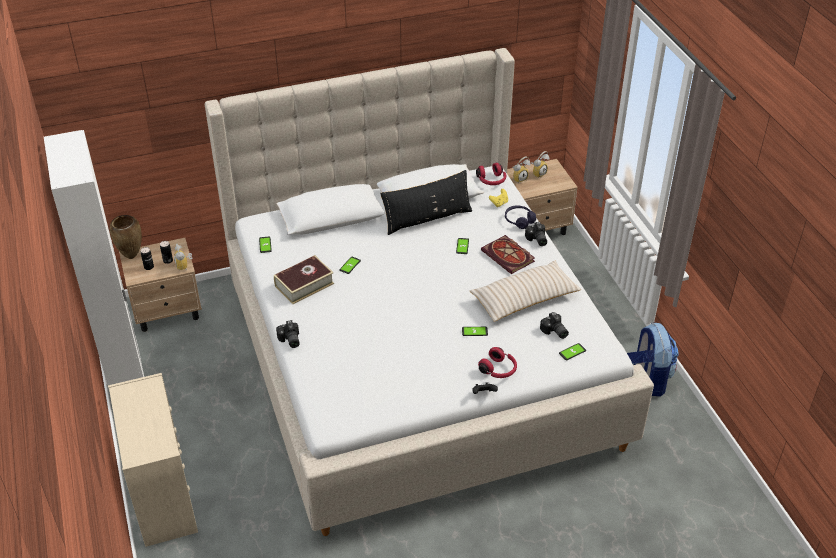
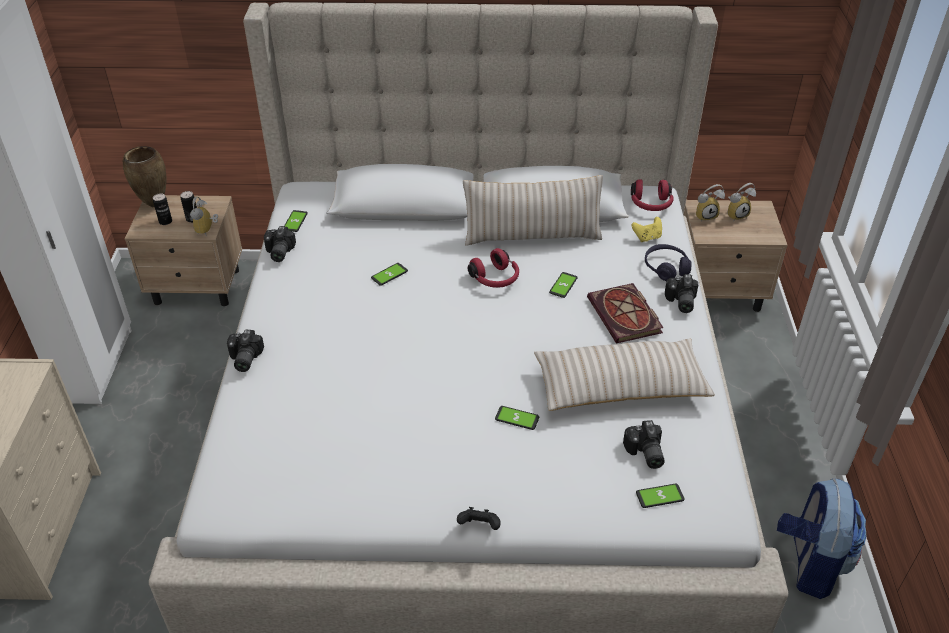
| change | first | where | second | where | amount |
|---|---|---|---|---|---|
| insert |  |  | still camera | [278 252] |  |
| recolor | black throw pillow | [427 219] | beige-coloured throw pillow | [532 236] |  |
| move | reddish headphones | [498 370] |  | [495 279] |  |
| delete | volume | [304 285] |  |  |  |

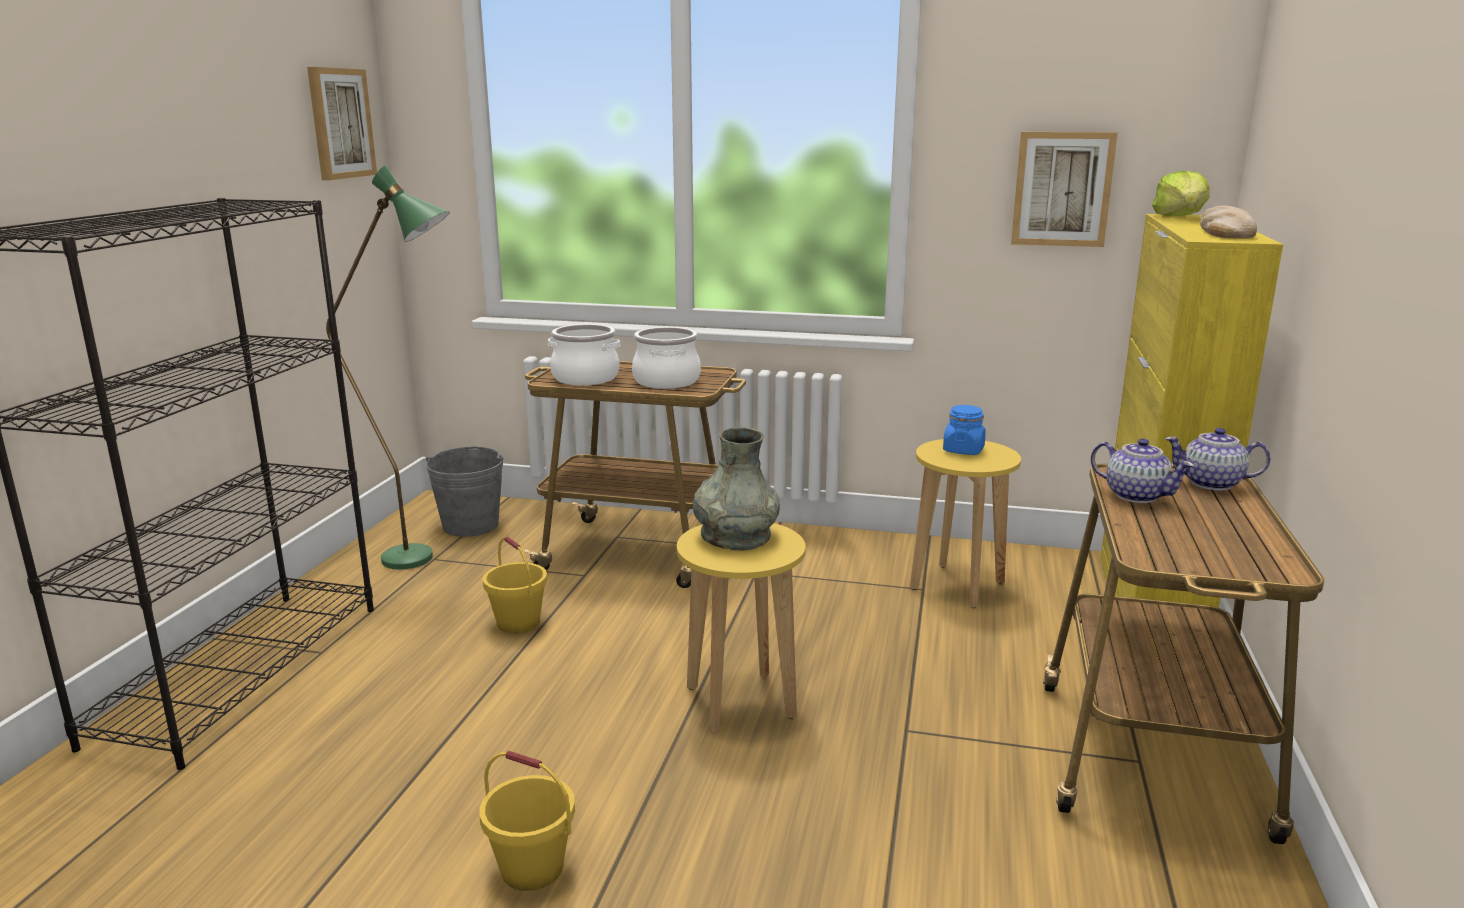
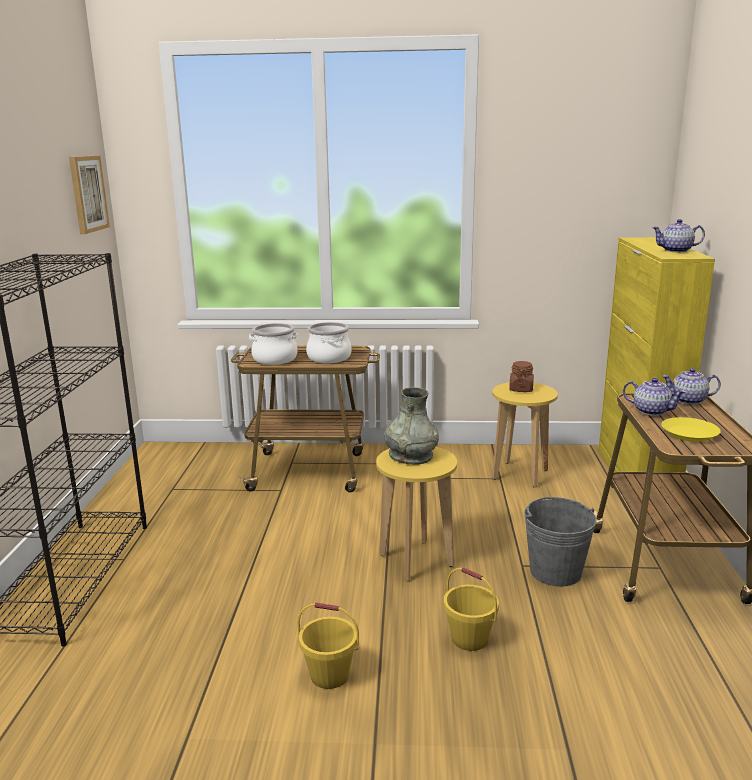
| change | first | where | second | where | amount |
|---|---|---|---|---|---|
| move | yellow bucket | [519 623] |  | [470 639] |  |
| recolor | blue jar | [963 450] | brown jar | [521 389] |  |
| move | gray bucket | [470 525] |  | [555 572] |  |
| replace | bread | [1225 232] | tea pot | [676 250] |  |
| insert |  |  | yellow plate | [689 434] |  |
| delete | greenish standing lamp | [425 559] |  |  |  |
| delete | wall picture | [1062 189] |  |  |  |
| delete | lettuce | [1180 217] |  |  |  |

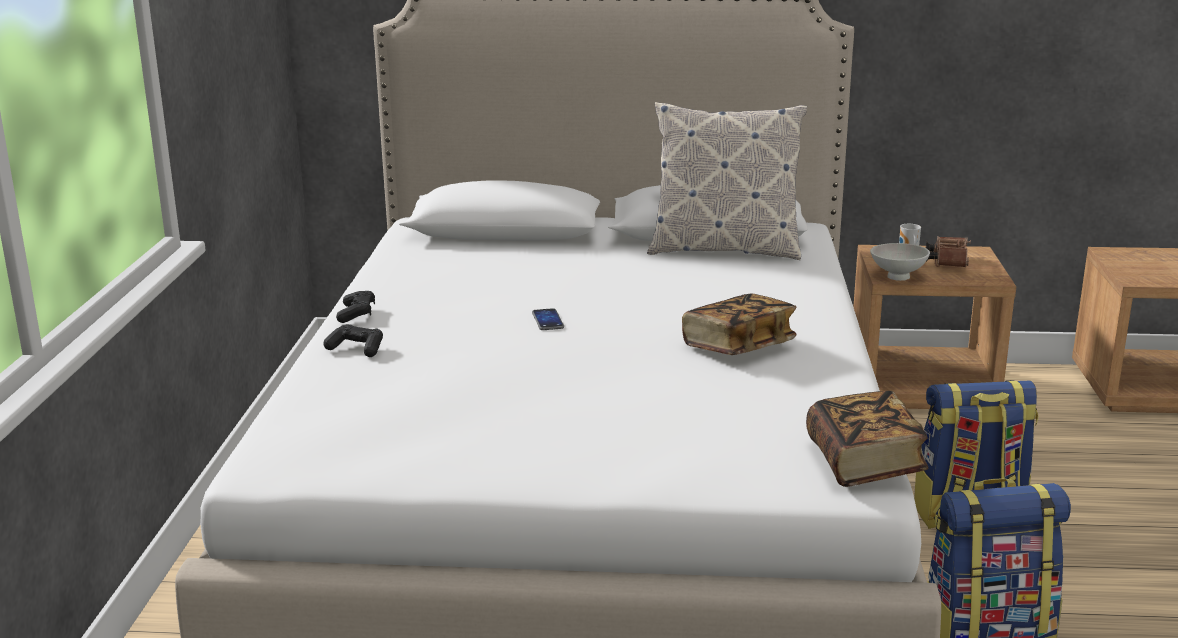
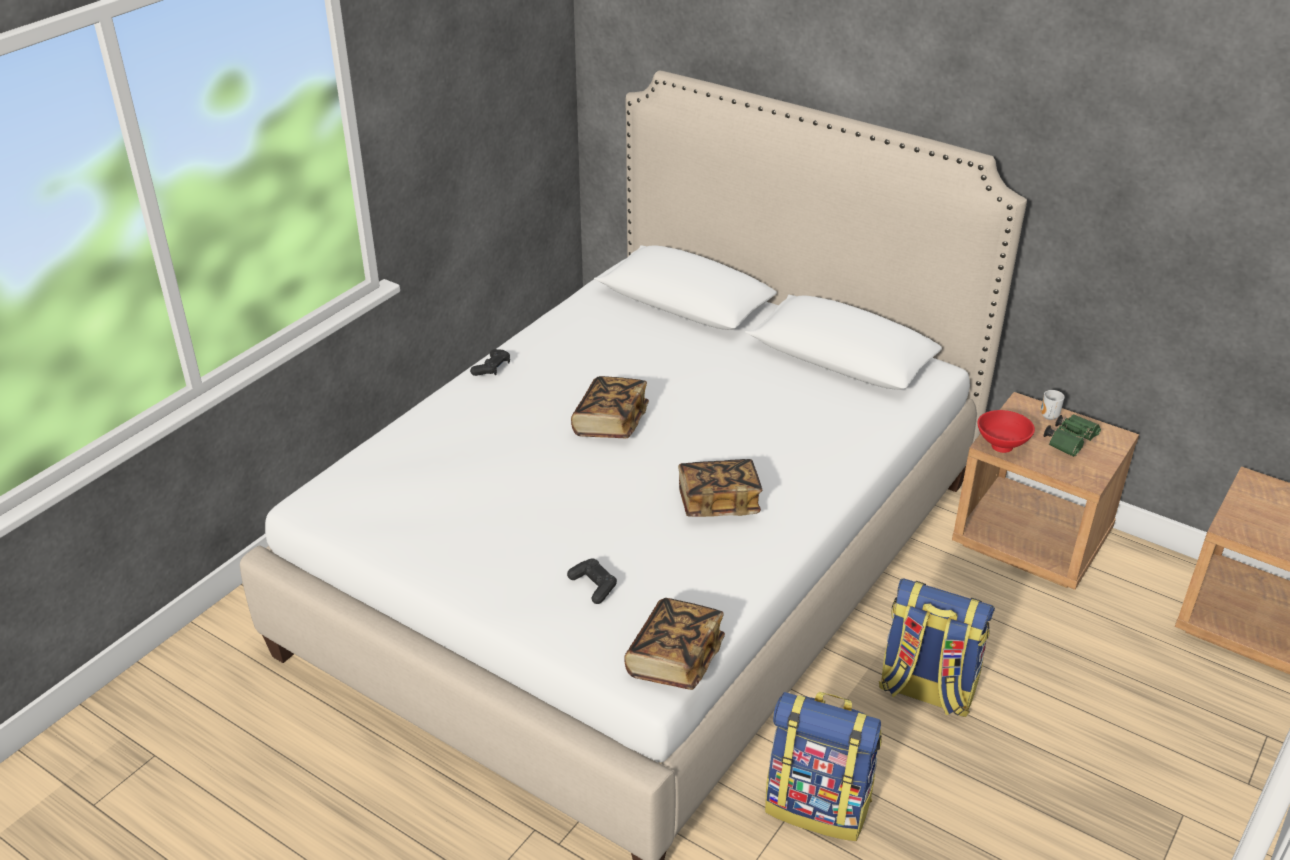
| change | first | where | second | where | amount |
|---|---|---|---|---|---|
| move | black joypad | [356 349] |  | [593 586] |  |
| replace | telephone | [548 320] | volume | [610 423] |  |
| recolor | white-coloured serving bowl | [896 277] | reddish serving bowl | [1000 446] |  |
| recolor | brown field glasses | [947 262] | greenish field glasses | [1070 442] |  |
| delete | throw pillow | [724 249] |  |  |  |

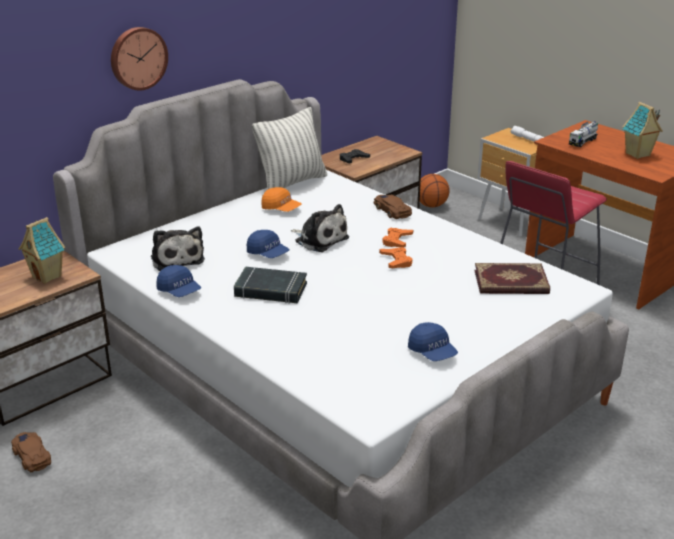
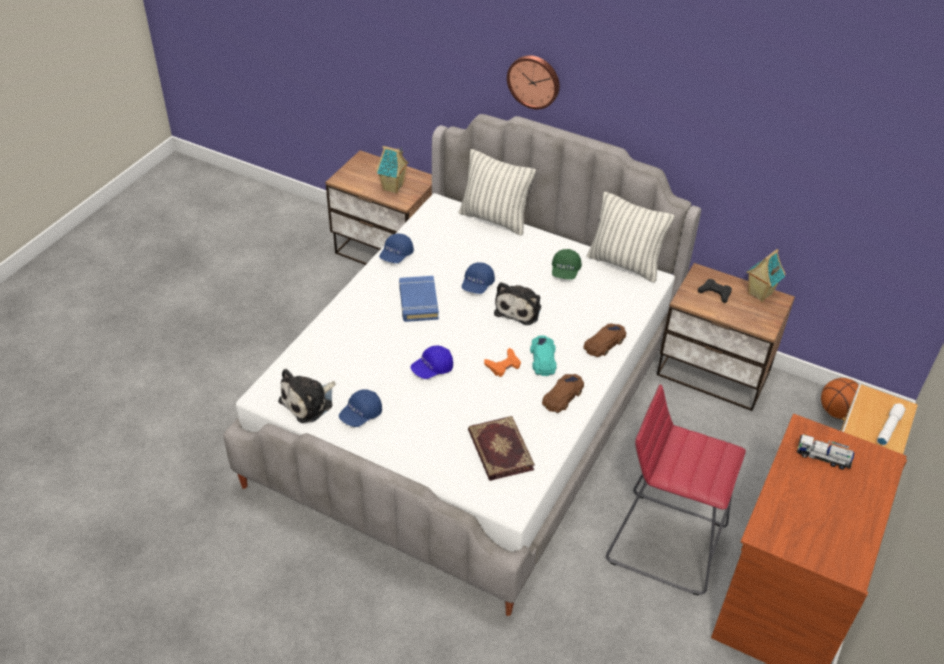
| change | first | where | second | where | amount |
|---|---|---|---|---|---|
| move | soft toy | [176 259] |  | [309 402] |  |
| recolor | black volume | [270 290] | blue volume | [418 302] |  |
| insert |  |  | blue cap | [432 369] |  |
| insert |  |  | throw pillow | [494 219] |  |
| replace | orangey joypad | [397 241] | turquoise-coloured miniature car | [543 358] |  |
| move | brown miniature car | [31 455] |  | [563 396] |  |
| recolor | orangey cap | [281 209] | greenish cap | [565 271] |  |
| move | model house | [638 155] |  | [759 294] |  |

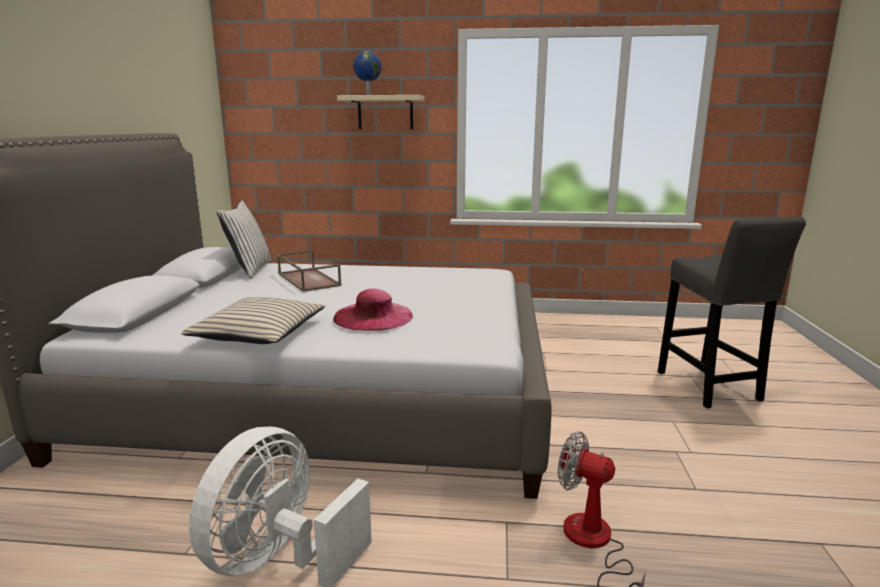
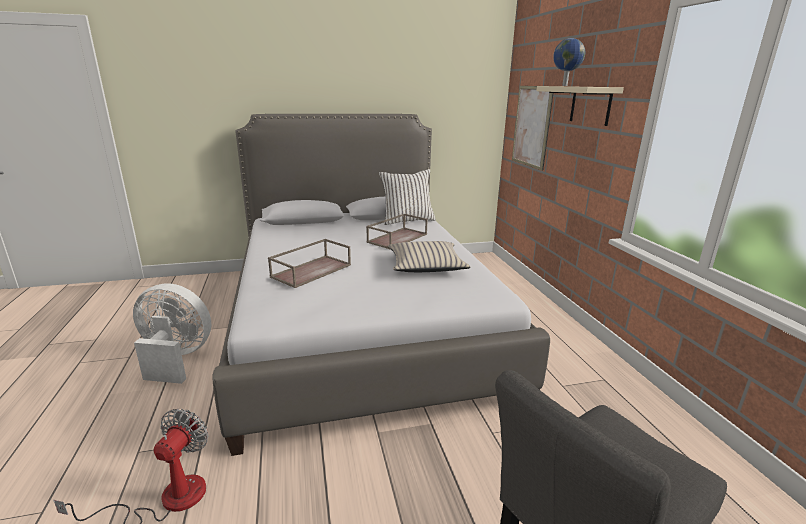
| change | first | where | second | where | amount |
|---|---|---|---|---|---|
| replace | pink-coloured hat | [373 316] | brown serving tray | [311 270] |  |
| move | beige-coloured throw pillow | [258 333] |  | [425 265] |  |
| insert |  |  | wall picture | [531 126] |  |

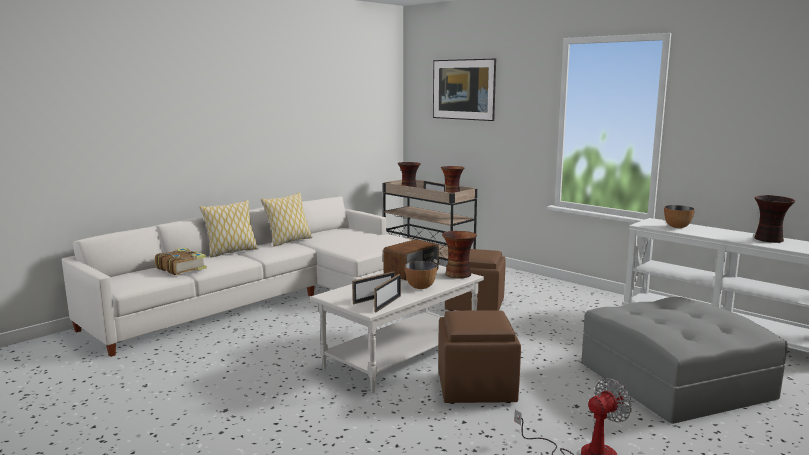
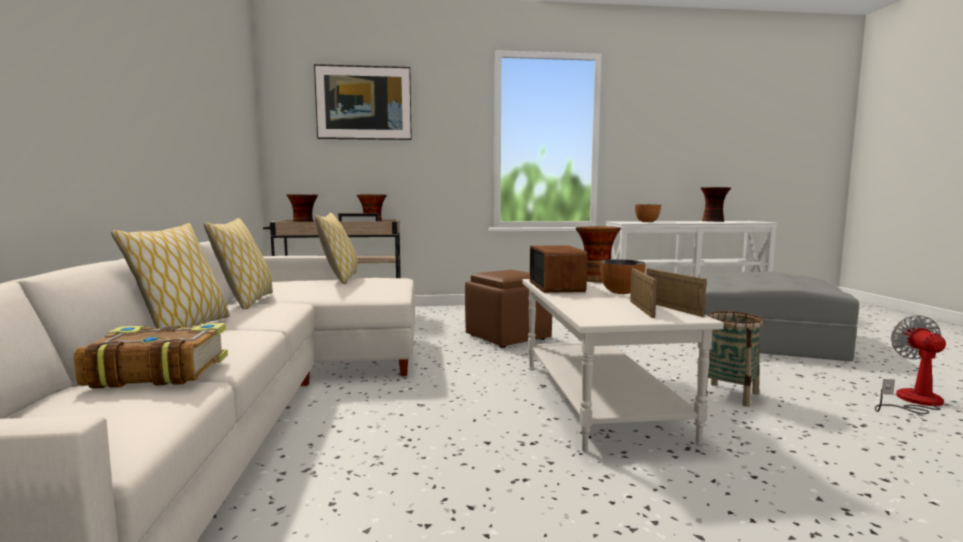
| change | first | where | second | where | amount |
|---|---|---|---|---|---|
| insert |  |  | throw pillow | [339 279] |  |
| replace | brown footrest | [477 388] | household basket | [729 394] |  |

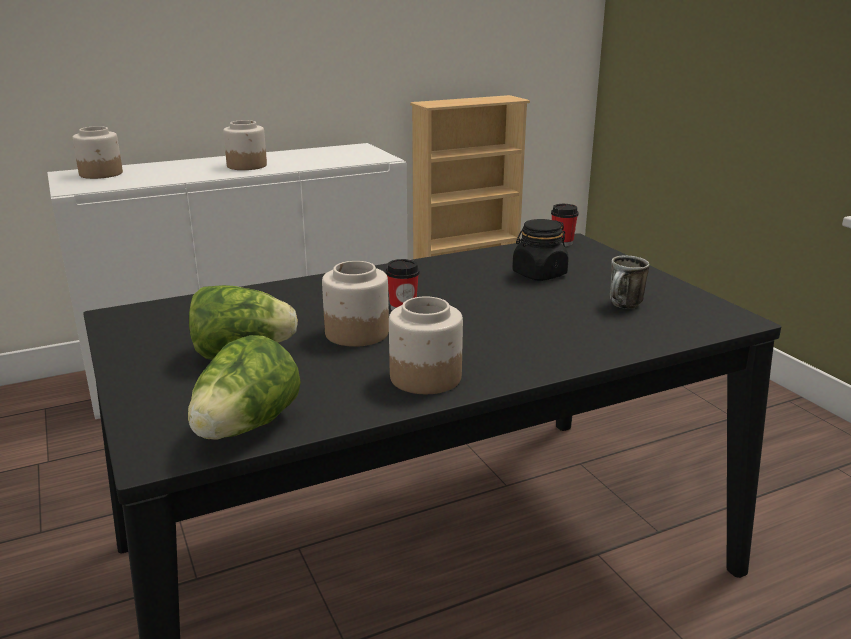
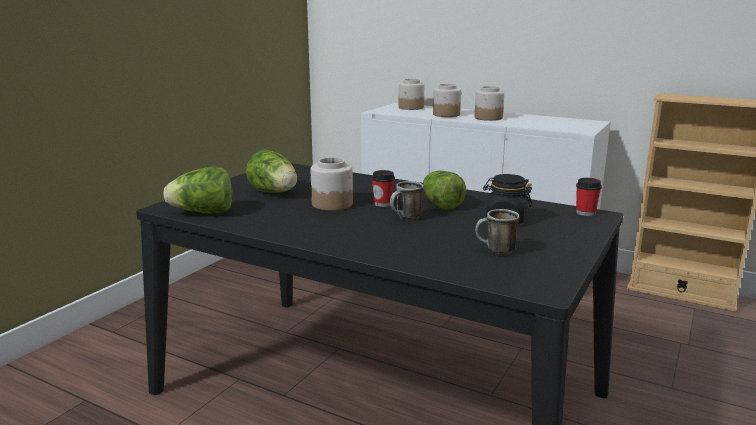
| change | first | where | second | where | amount |
|---|---|---|---|---|---|
| insert |  |  | mug | [406 218] |  |
| insert |  |  | lettuce | [440 204] |  |
| move | jar | [424 377] |  | [446 114] |  |

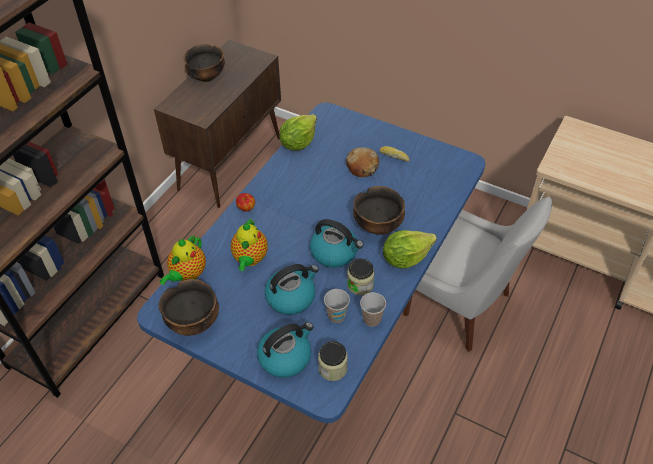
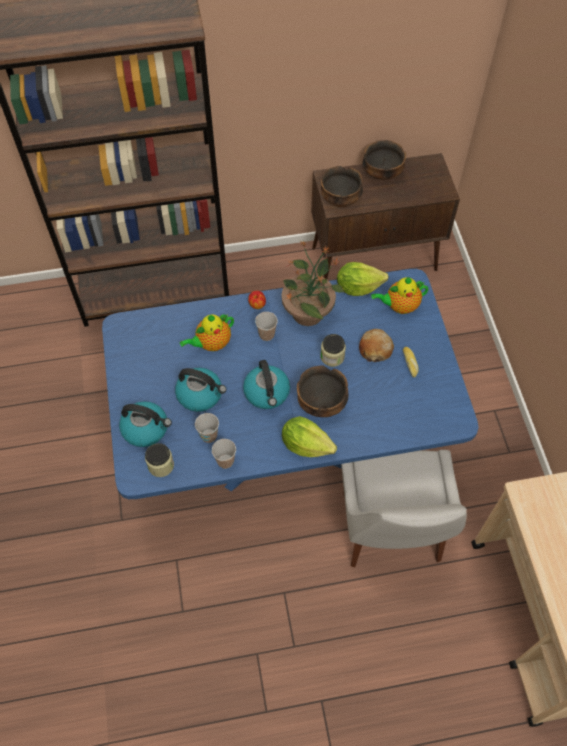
| change | first | where | second | where | amount |
|---|---|---|---|---|---|
| insert |  |  | cup | [266 335] |  |
| insert |  |  | potted plant | [308 312] |  |
| move | jar | [360 285] |  | [332 356] |  |
| move | serving bowl | [194 322] |  | [341 200] |  |
| move | tea pot | [187 275] |  | [399 306] |  |

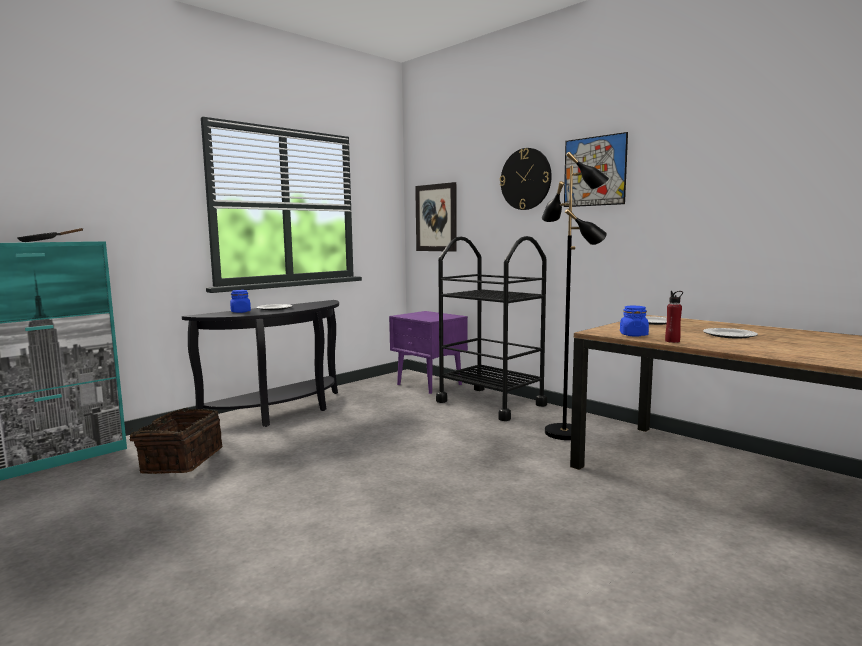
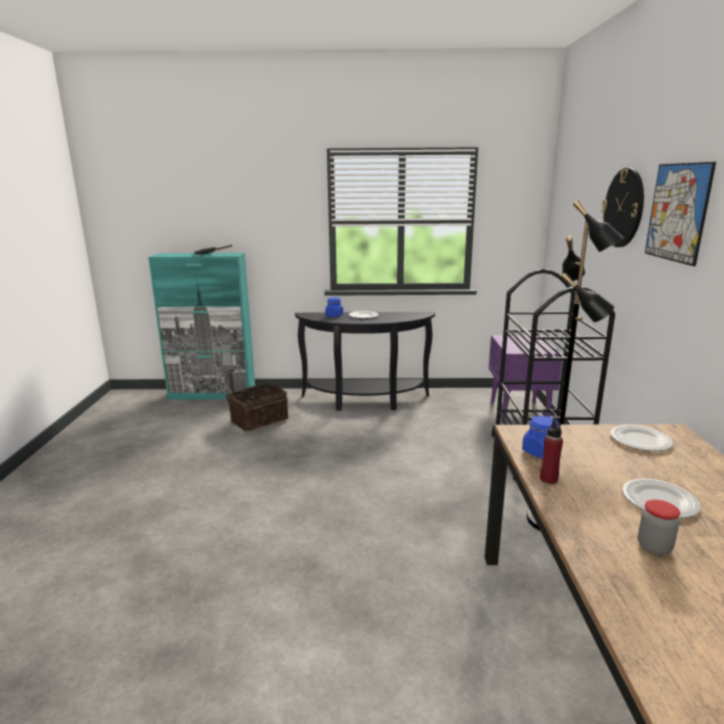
| change | first | where | second | where | amount |
|---|---|---|---|---|---|
| insert |  |  | jar | [654 547] |  |
| delete | wall picture | [436 218] |  |  |  |

